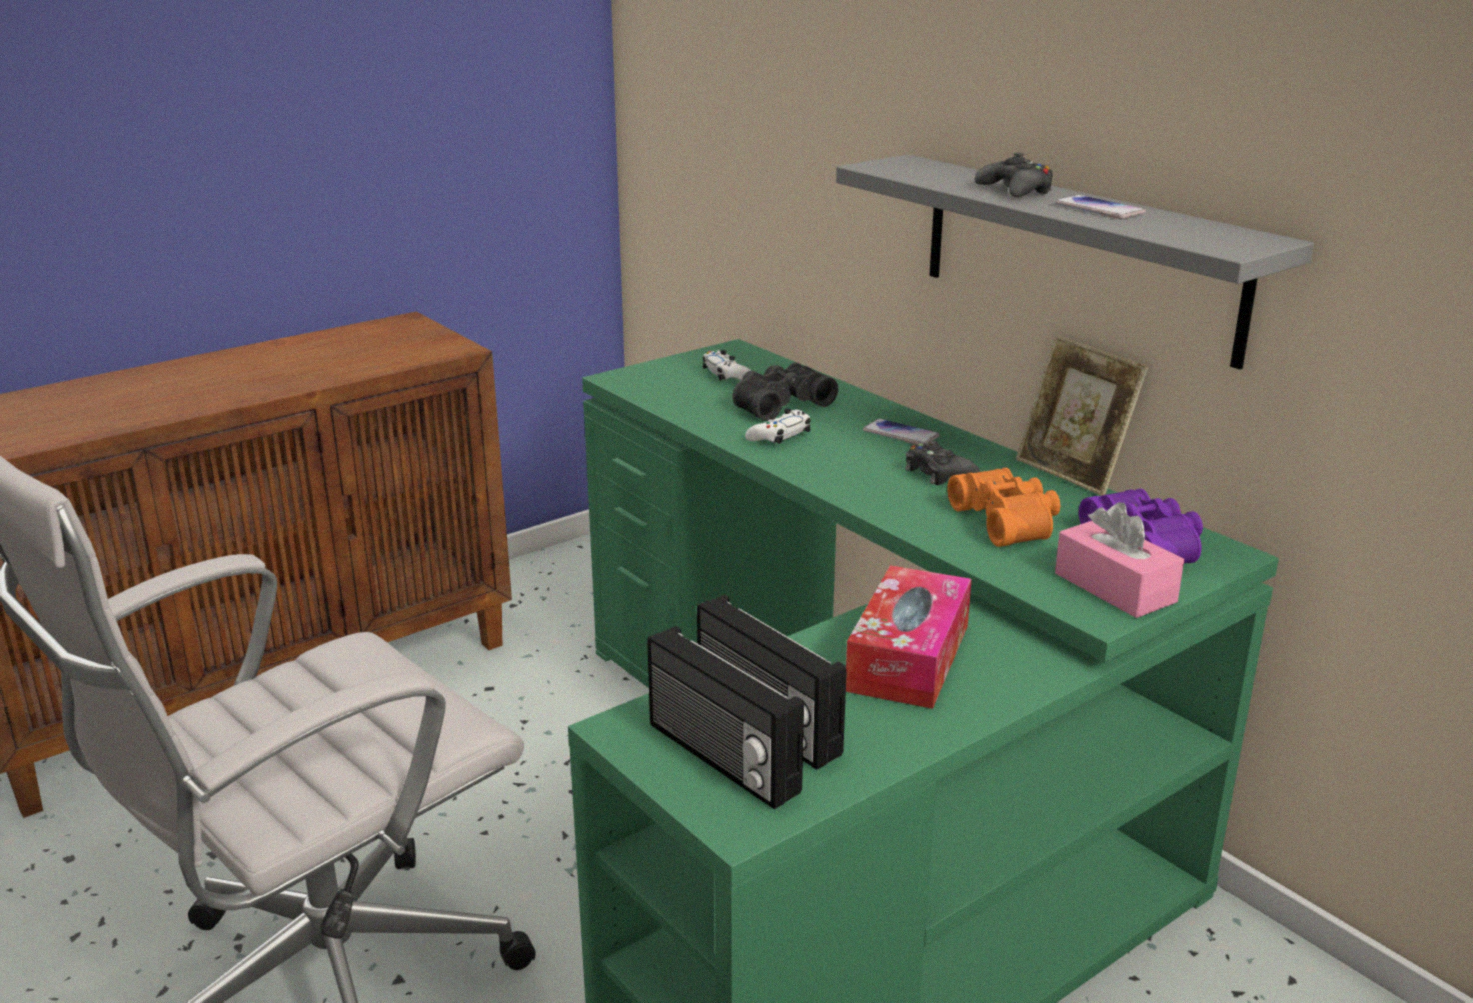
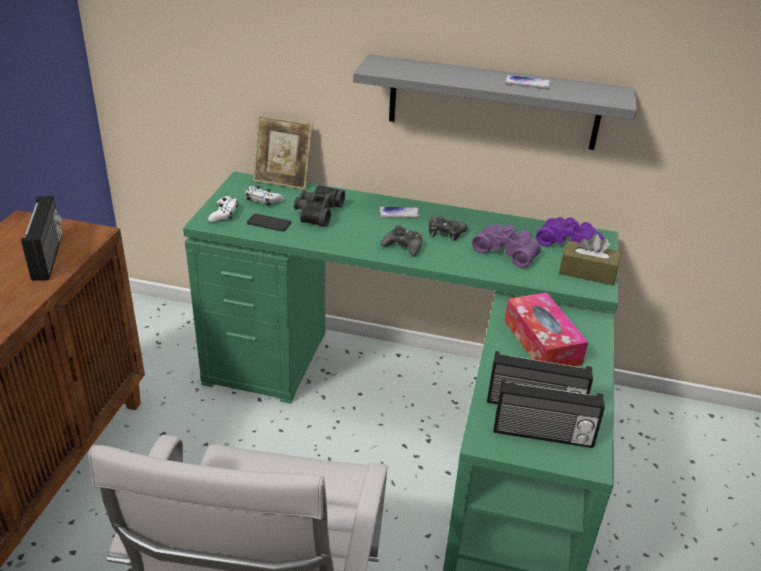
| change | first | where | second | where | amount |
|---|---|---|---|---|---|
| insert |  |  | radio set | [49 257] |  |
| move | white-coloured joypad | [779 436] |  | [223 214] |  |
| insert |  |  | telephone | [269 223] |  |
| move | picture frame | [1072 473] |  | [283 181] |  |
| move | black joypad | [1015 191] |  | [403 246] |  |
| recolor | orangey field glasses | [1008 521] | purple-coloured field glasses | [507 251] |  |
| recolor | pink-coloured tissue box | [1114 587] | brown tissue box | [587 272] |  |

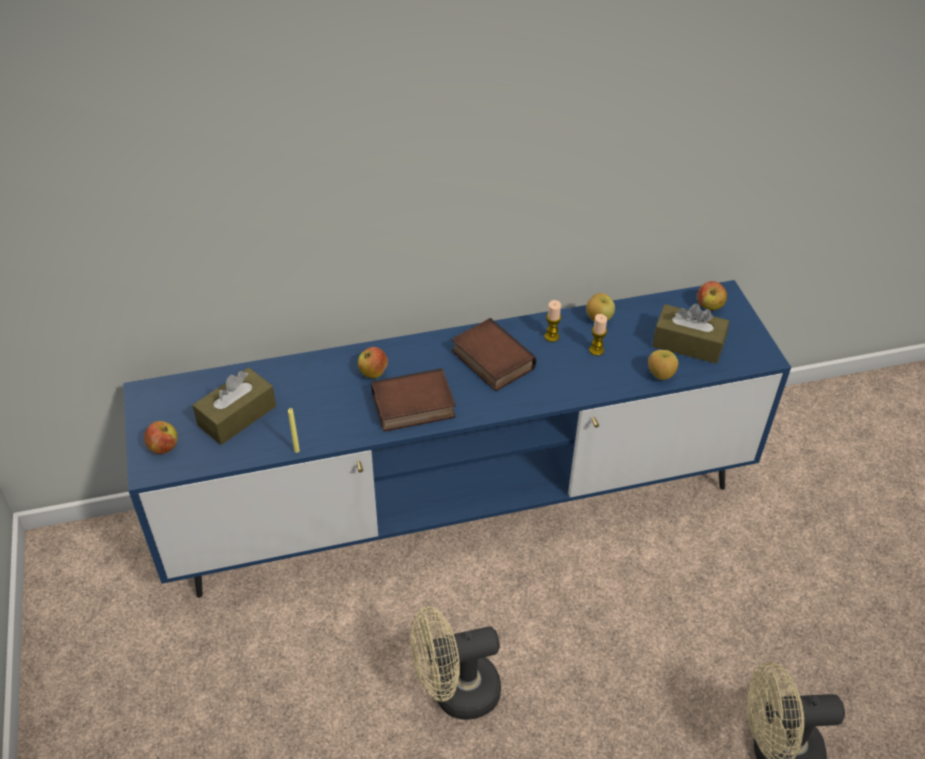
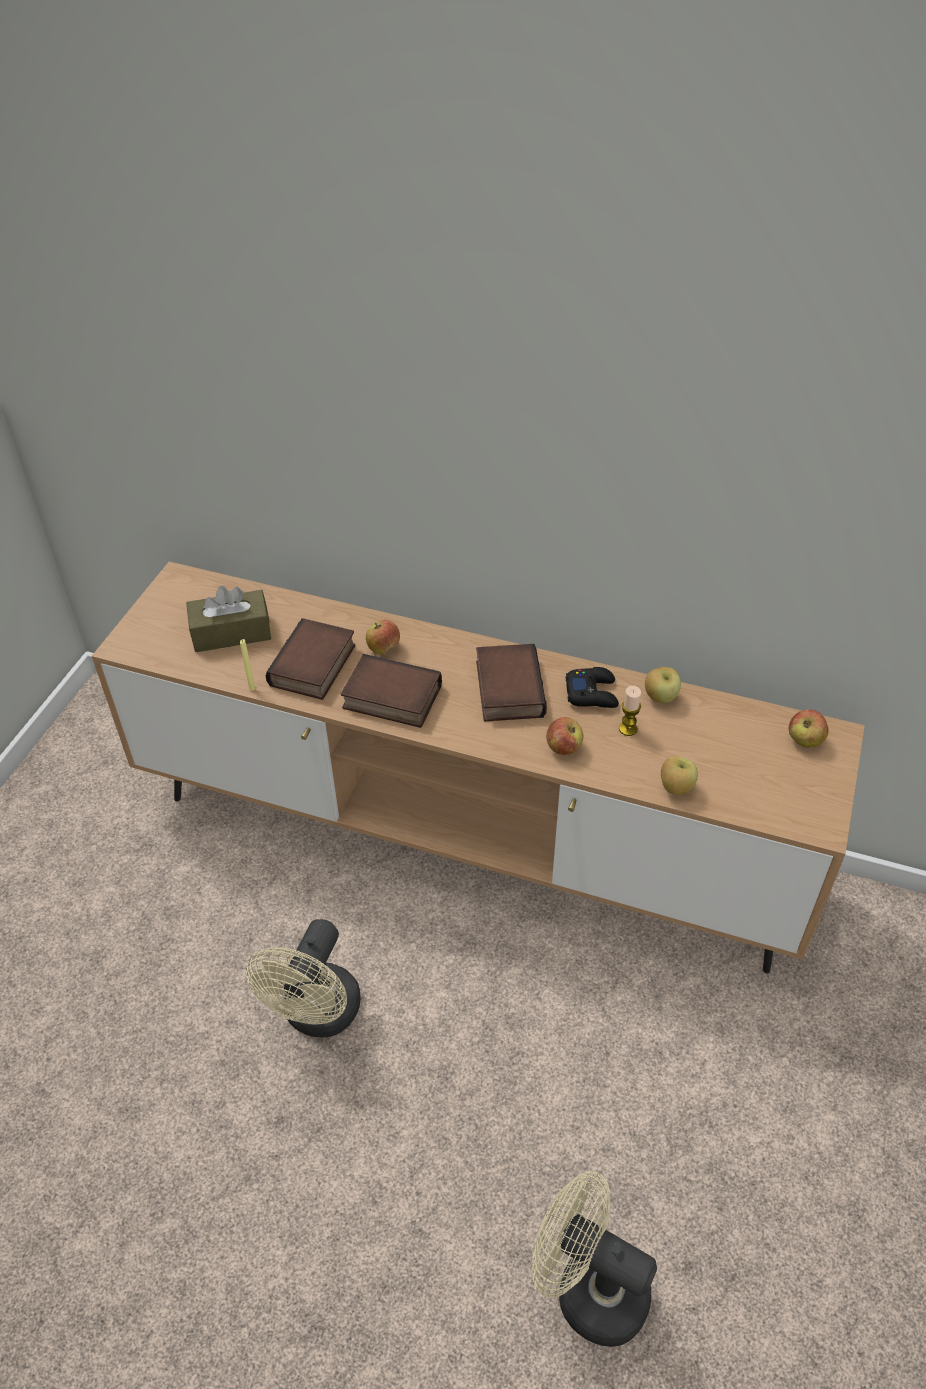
| change | first | where | second | where | amount |
|---|---|---|---|---|---|
| recolor | blue media console | [459 506] | brown media console | [466 840] |  |
| rotate | beige-coloured fan | [455 692] |  | [317 1016] | 90 degrees counterclockwise |
| insert |  |  | volume | [314 667] |  |
| move | whole apple | [164 447] |  | [563 748] |  |
| replace | wax candle | [551 336] | black joypad | [592 693] |  |
| delete | brown tissue box | [688 344] |  |  |  |

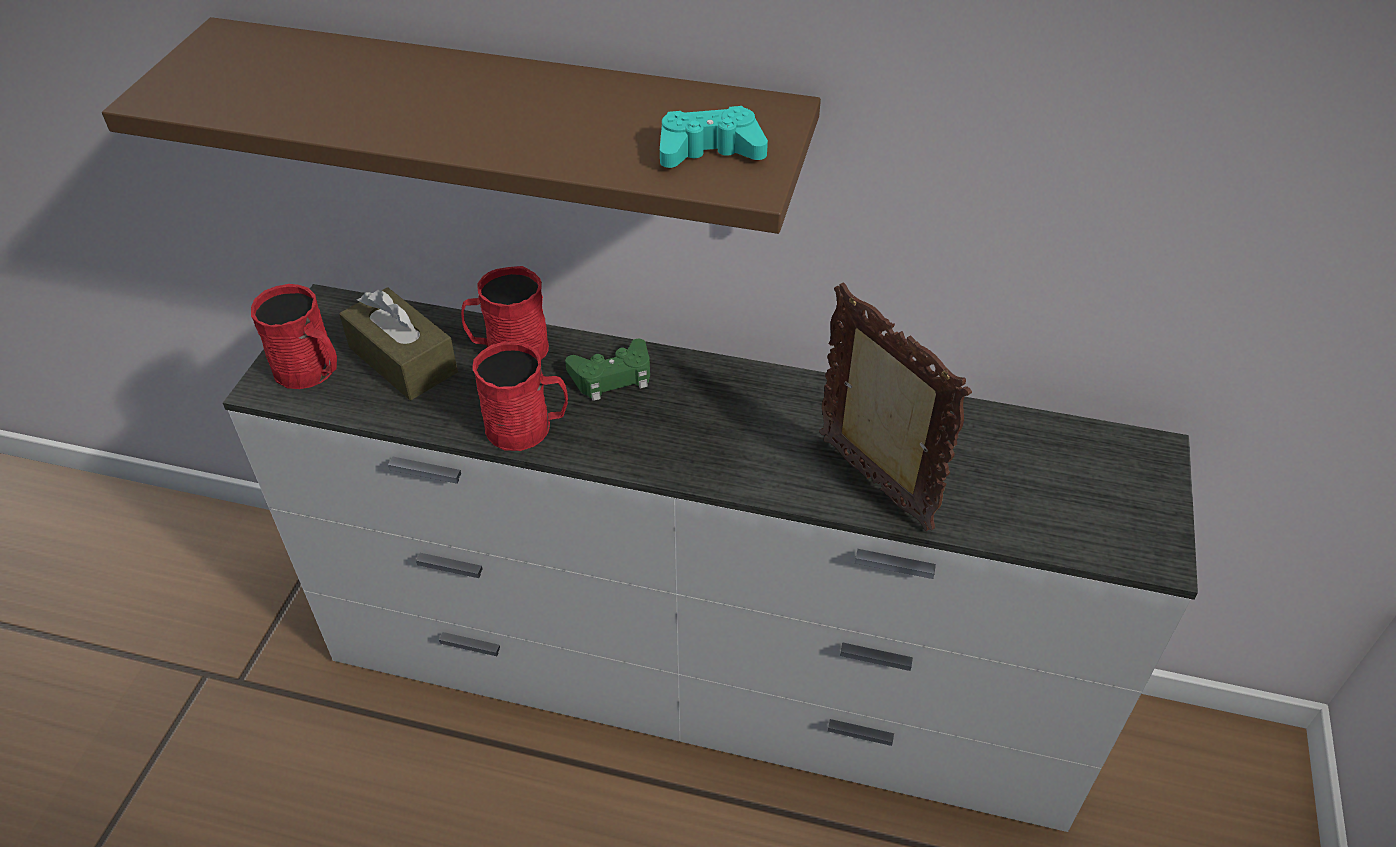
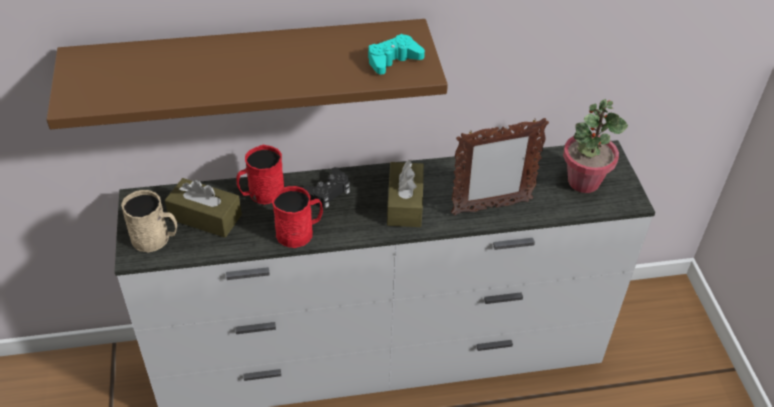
| change | first | where | second | where | amount |
|---|---|---|---|---|---|
| recolor | reddish mug | [311 371] | beige-coloured mug | [155 238] |  |
| recolor | greenish joypad | [612 376] | black joypad | [328 192] |  |
| insert |  |  | brown tissue box | [405 203] |  |
| rotate | picture frame | [874 485] |  | [490 207] | 135 degrees clockwise |
| insert |  |  | potted plant | [583 181] |  |

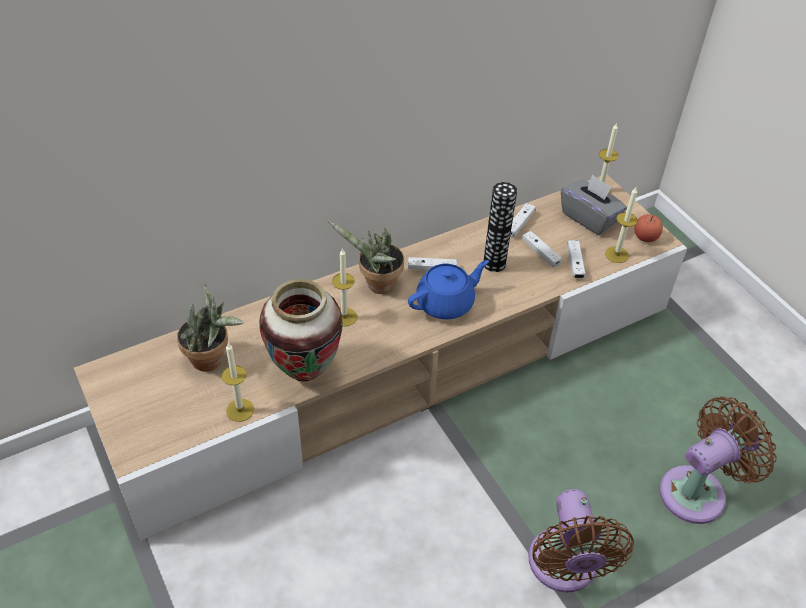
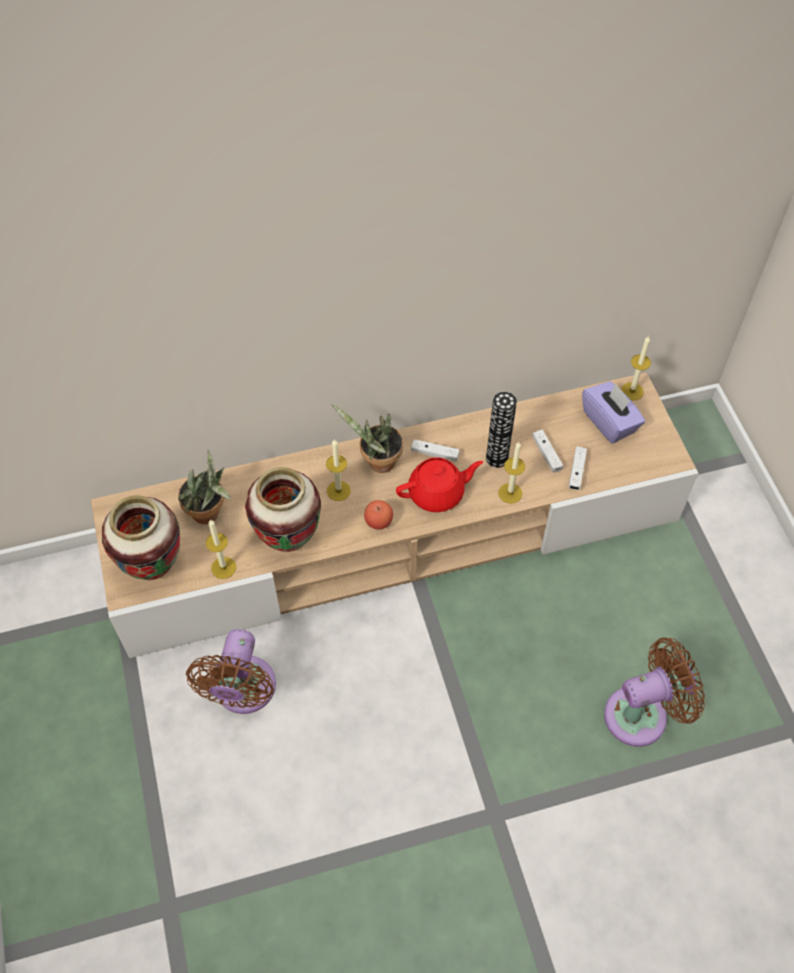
| change | first | where | second | where | amount |
|---|---|---|---|---|---|
| insert |  |  | vase | [154 568] |  |
| move | brown fan | [564 568] |  | [243 692] |  |
| move | whole apple | [645 237] |  | [378 521] |  |
| recolor | blue tea pot | [446 303] | reddish tea pot | [437 493] |  |
| move | wax candle | [616 254] |  | [510 493] |  |
| recolor | gray tissue box | [589 218] | purple-coloured tissue box | [609 422] |  |
| delete | white-coloured joypad | [519 224] |  |  |  |

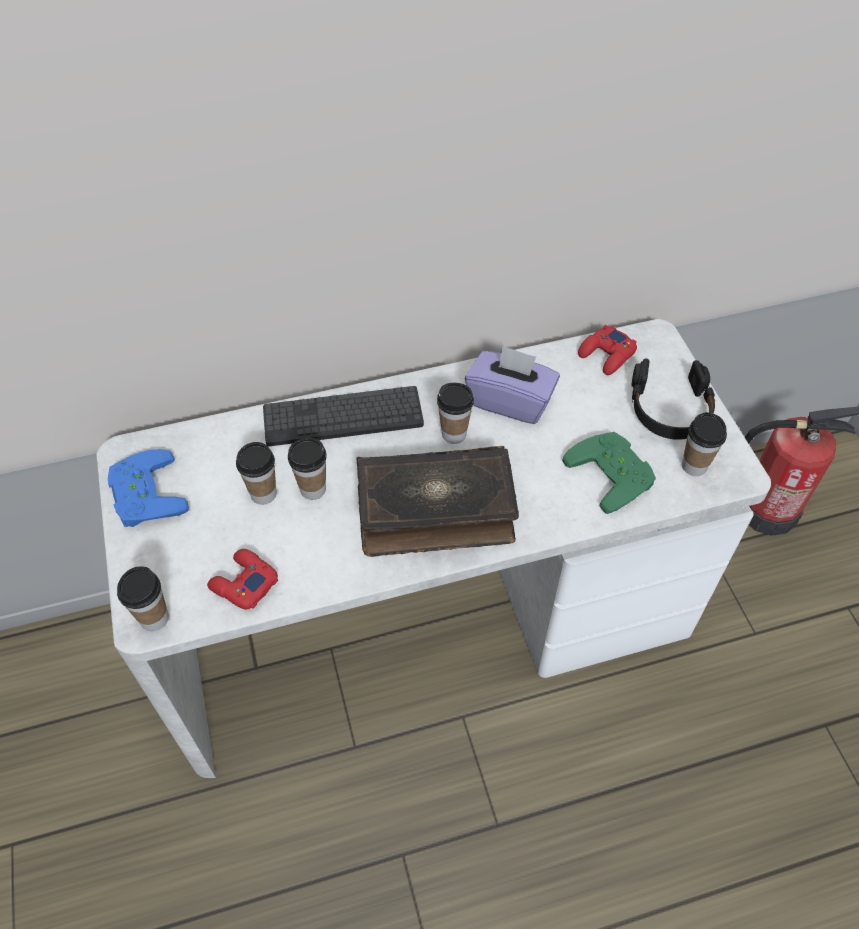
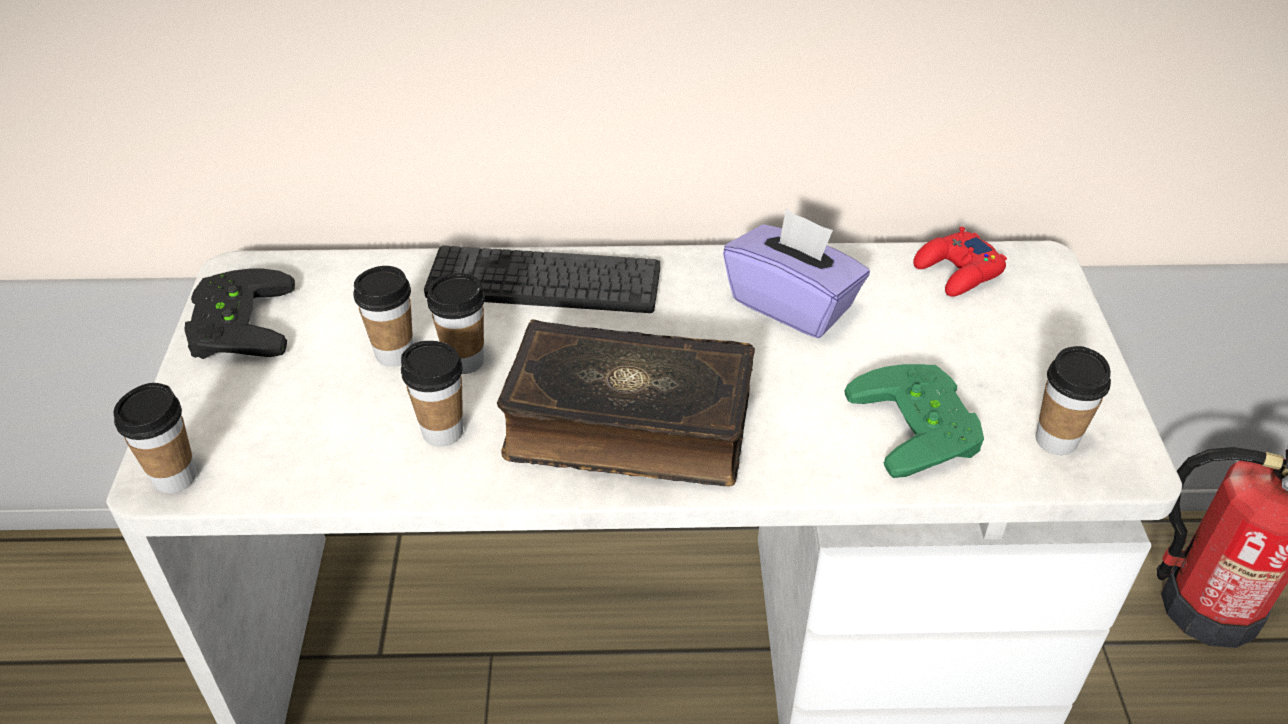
| change | first | where | second | where | amount |
|---|---|---|---|---|---|
| recolor | blue joypad | [142 494] | black joypad | [234 323] |  |
| move | cup | [454 434] |  | [442 431] |  |
| delete | reddish joypad | [243 583] |  |  |  |
| delete | black headphones | [670 408] |  |  |  |

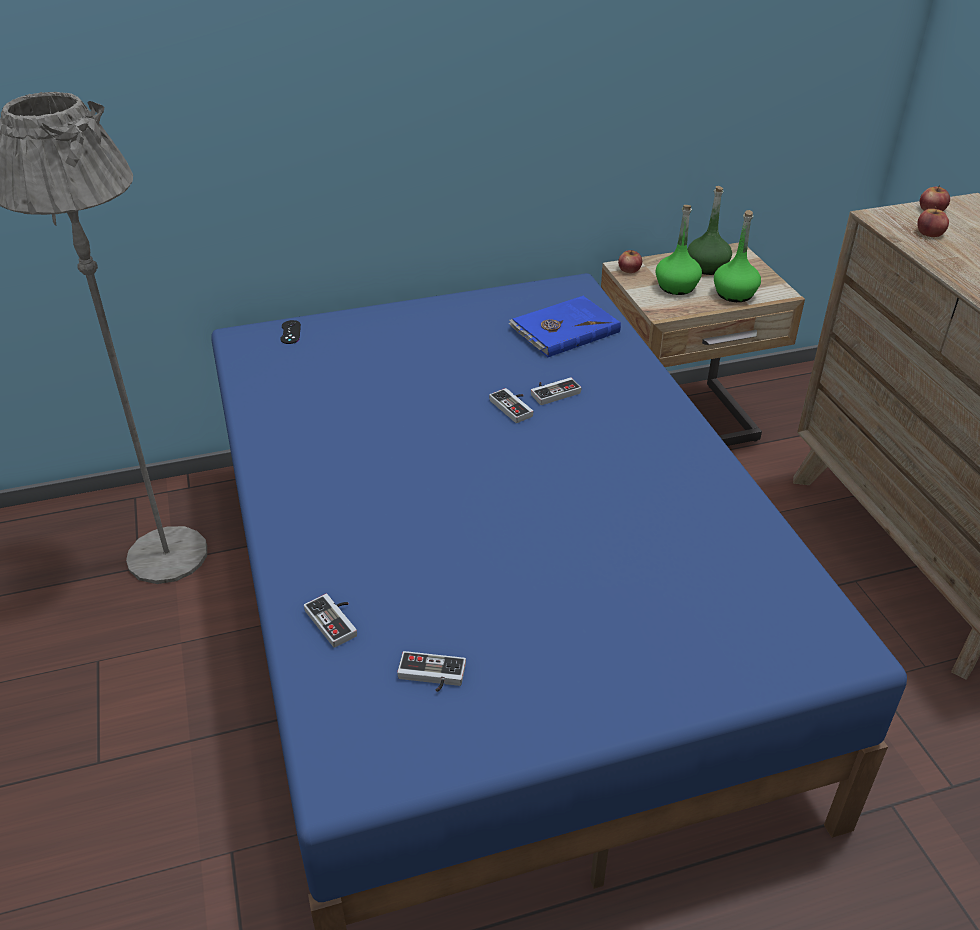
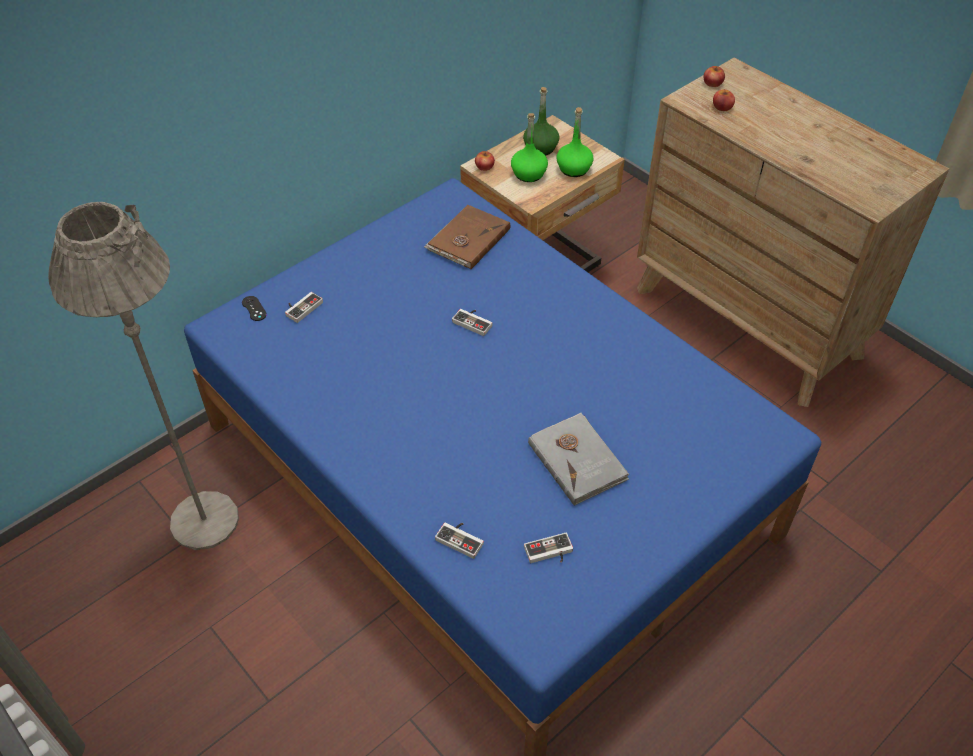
| change | first | where | second | where | amount |
|---|---|---|---|---|---|
| move | joypad | [553 391] |  | [301 307] |  |
| recolor | blue volume | [563 330] | brown volume | [467 239] |  |
| insert |  |  | gray volume | [578 460] |  |

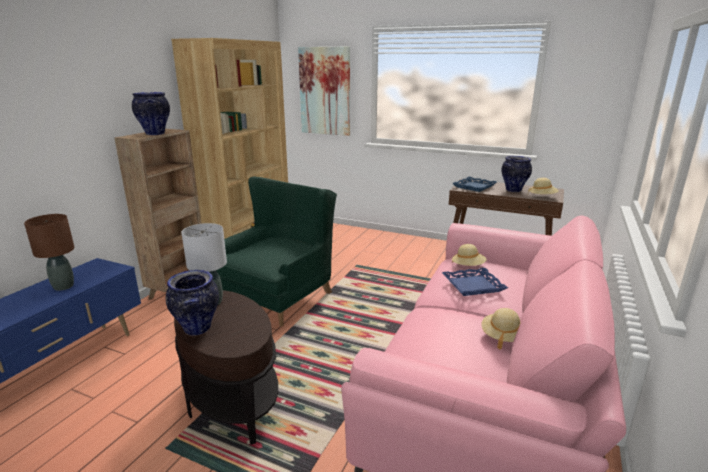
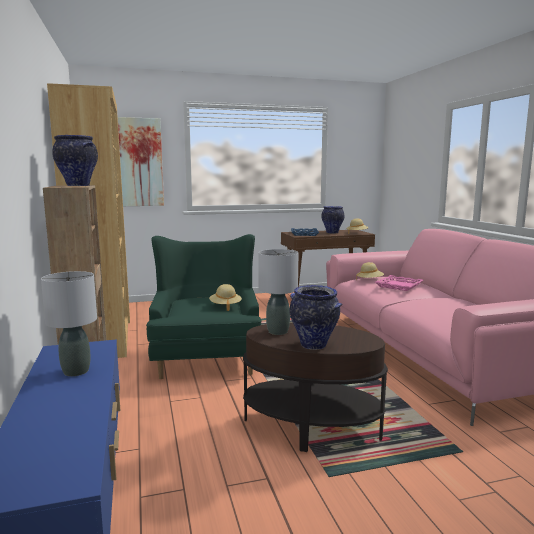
| change | first | where | second | where | amount |
|---|---|---|---|---|---|
| recolor | brown table lamp | [63 286] | gray table lamp | [75 371] |  |
| move | beige-coloured hat | [503 337] |  | [225 306] |  |
| recolor | blue serving tray | [473 285] | pink-coloured serving tray | [398 286] |  |

